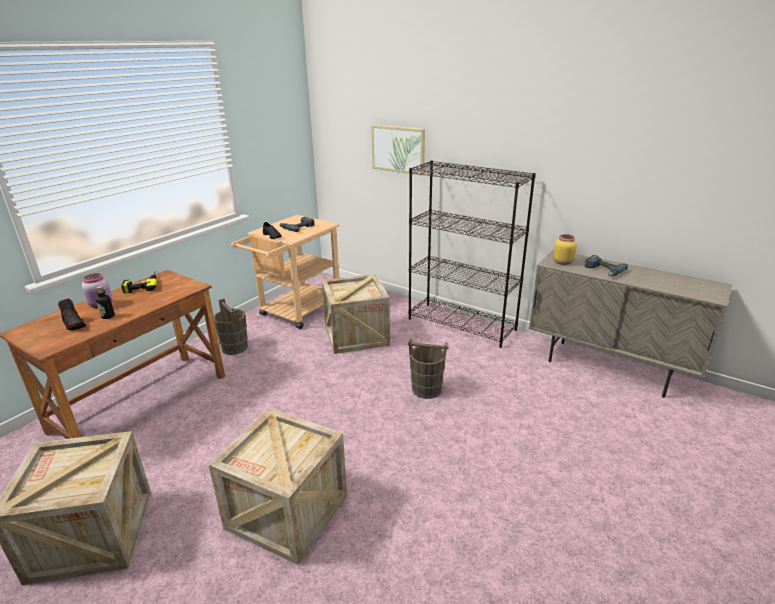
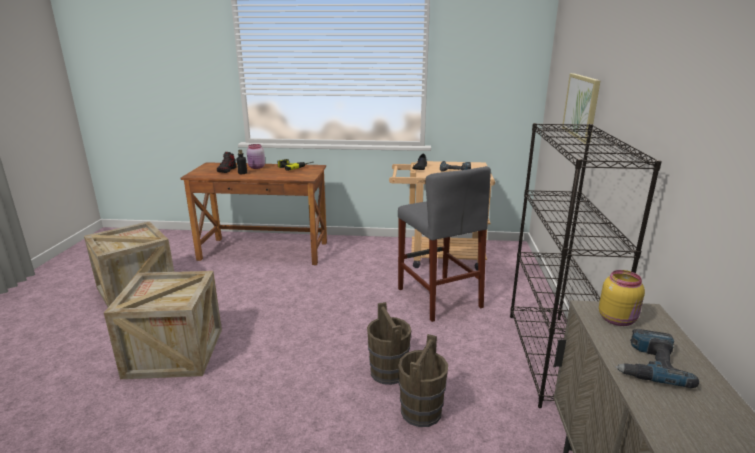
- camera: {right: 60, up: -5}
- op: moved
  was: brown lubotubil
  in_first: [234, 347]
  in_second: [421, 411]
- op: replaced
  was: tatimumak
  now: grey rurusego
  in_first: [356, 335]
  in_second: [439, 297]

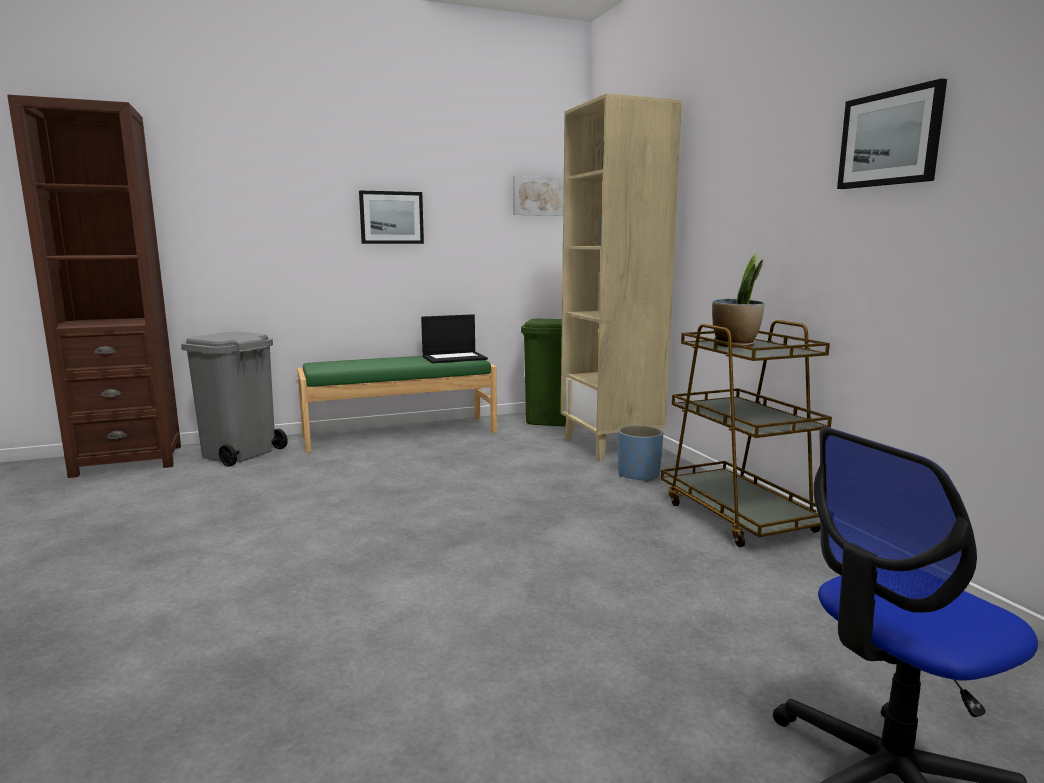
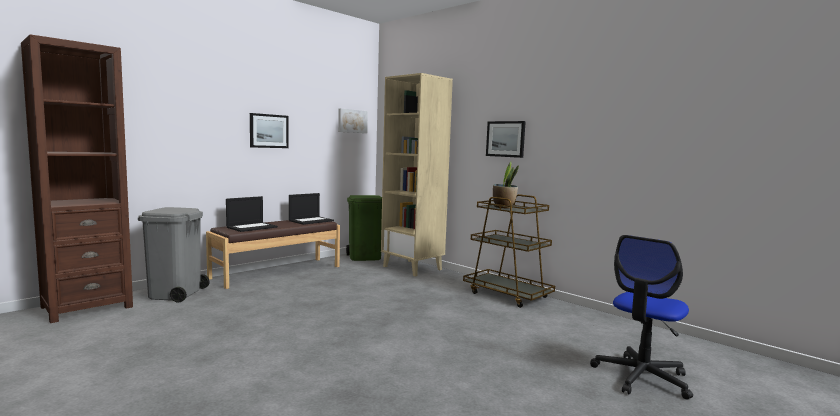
- camera: {right: -25, up: -5}
- op: removed
  was: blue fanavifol
  in_first: [638, 475]
- op: added
  now: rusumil
  in_second: [252, 227]
- op: moved
  was: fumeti
  in_first: [890, 139]
  in_second: [505, 139]
- op: recoloured
  was: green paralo
  now: brown paralo
  in_first: [400, 433]
  in_second: [277, 272]

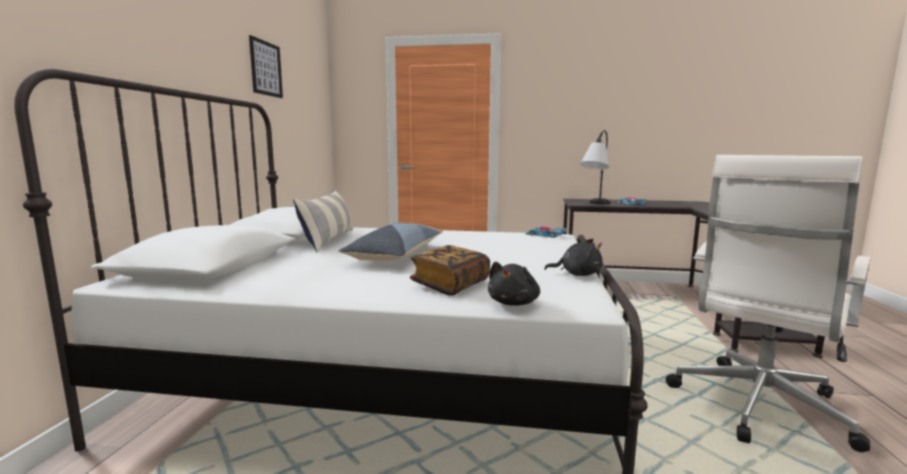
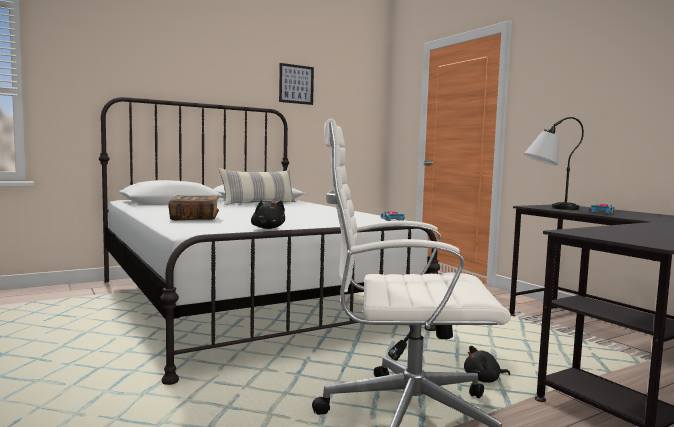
- camera: {right: 50, up: -5}
- op: removed
  was: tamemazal
  in_first: [396, 254]
- op: moved
  was: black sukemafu
  in_first: [514, 303]
  in_second: [484, 379]

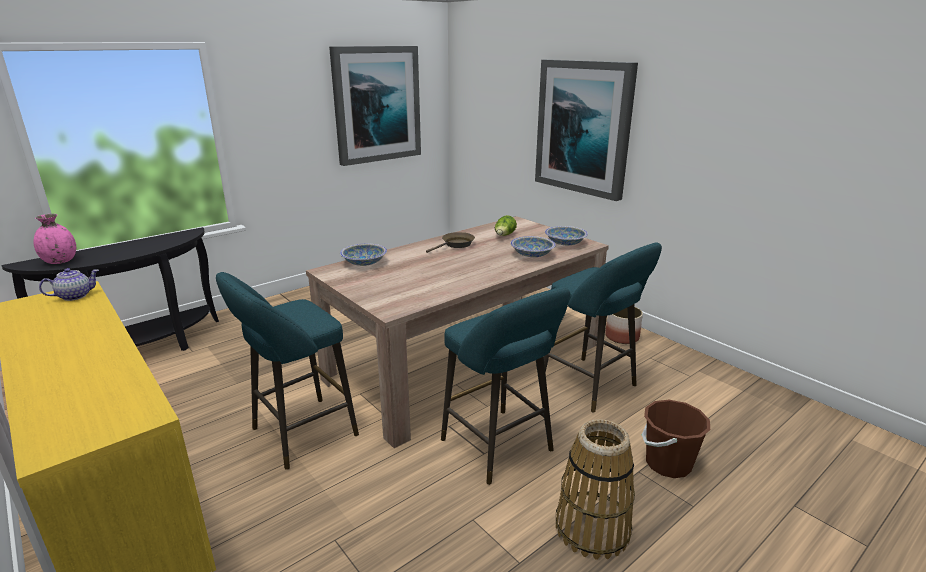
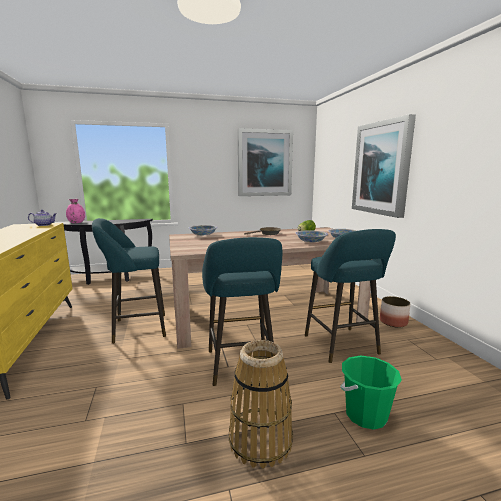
- camera: {right: 25, up: -10}
- op: recoloured
  was: brown lubotubil
  now: green lubotubil
  in_first: [668, 463]
  in_second: [365, 415]

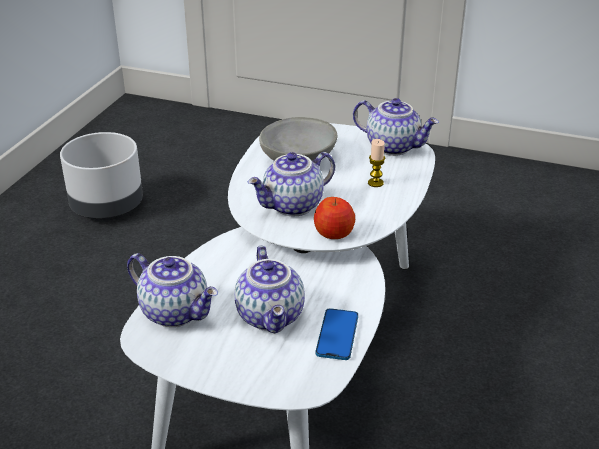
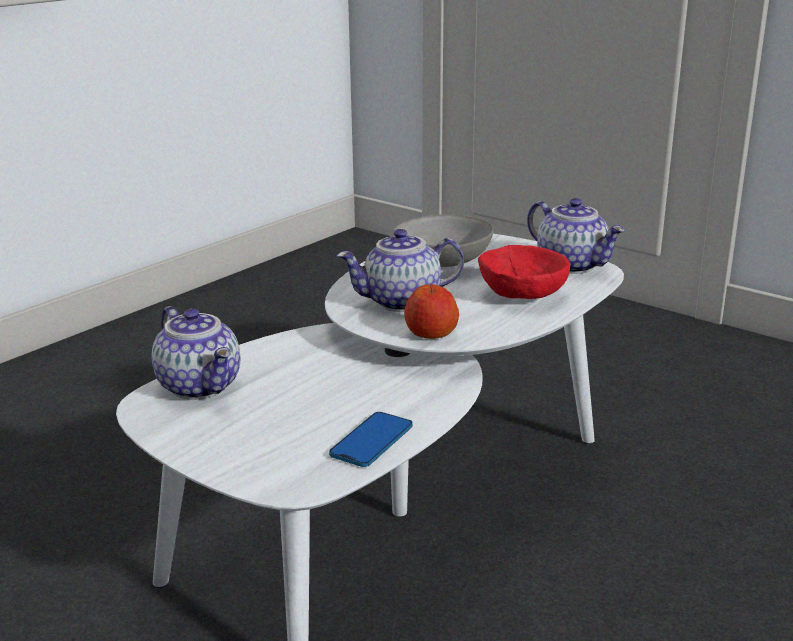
- camera: {right: 20, up: -10}
- op: removed
  was: grey fanavifol
  in_first: [108, 207]
- op: removed
  was: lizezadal
  in_first: [272, 316]
- op: replaced
  was: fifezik
  now: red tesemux
  in_first: [375, 183]
  in_second: [522, 295]

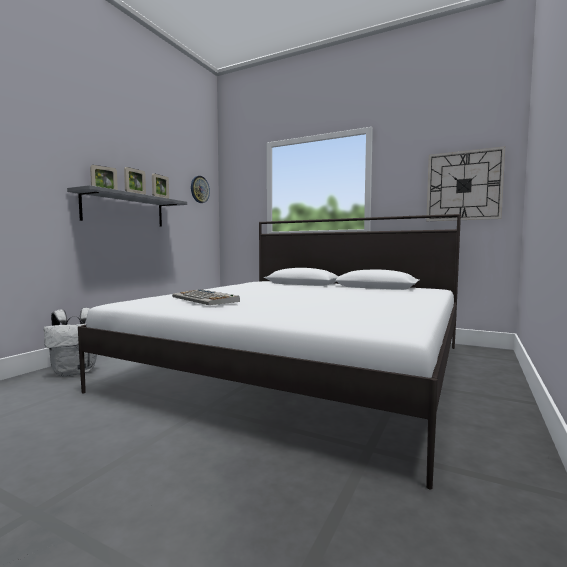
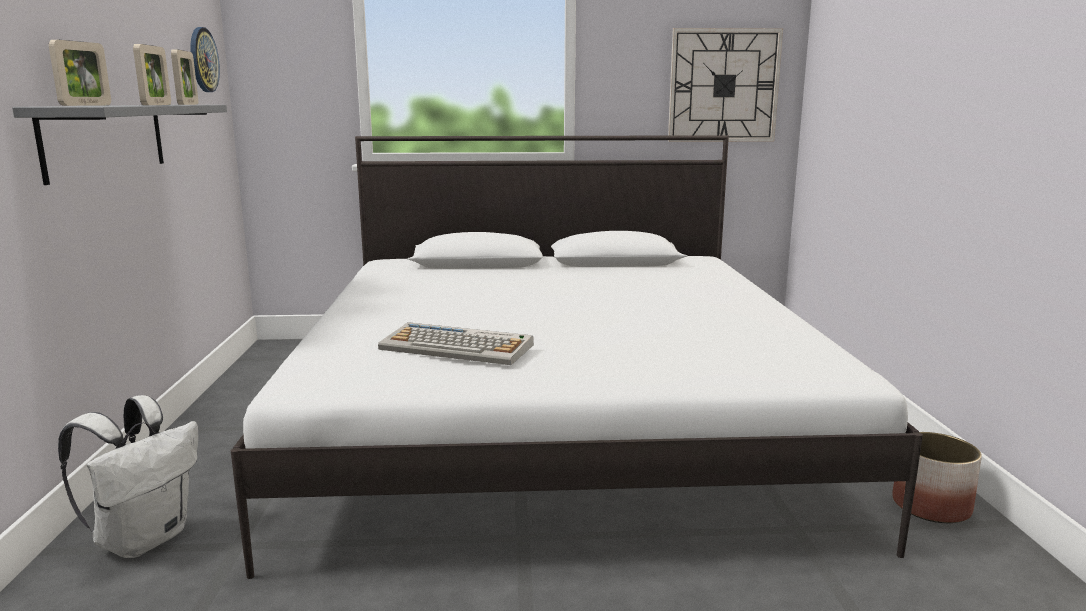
- camera: {right: -30, up: 10}
- op: added
  now: fanavifol
  in_second: [931, 506]

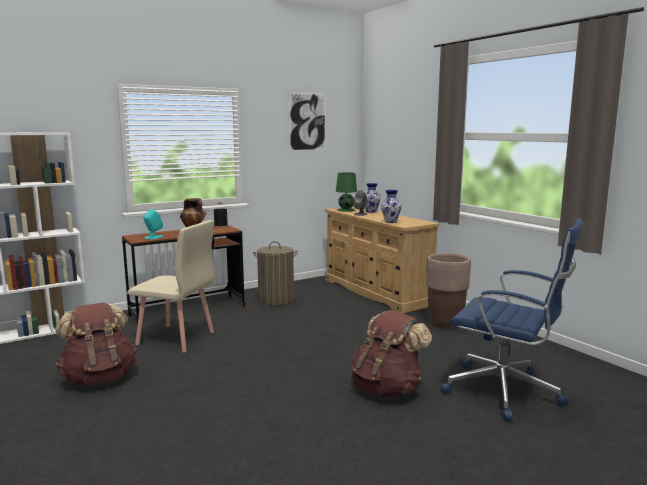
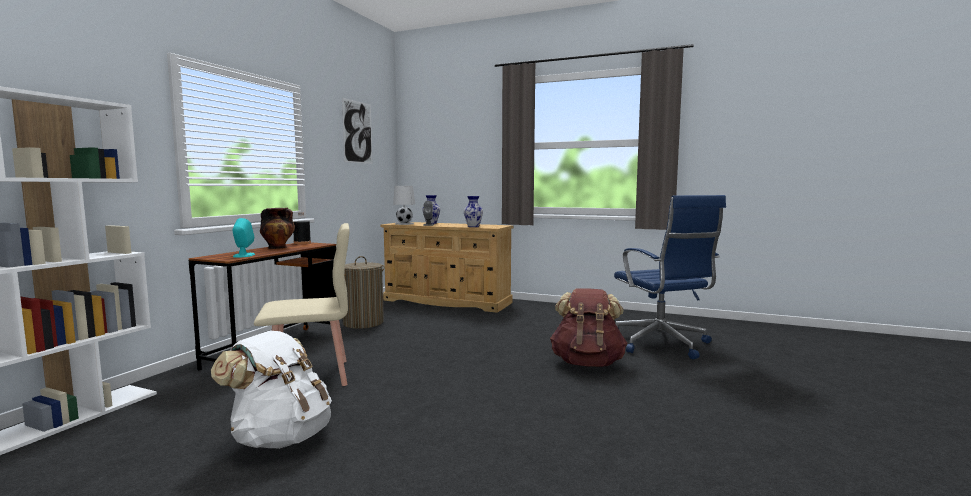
- camera: {right: -35, up: -5}
- op: removed
  was: brown fanavifol
  in_first: [445, 323]
- op: recoloured
  was: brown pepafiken
  now: white pepafiken
  in_first: [99, 378]
  in_second: [281, 437]
- op: recoloured
  was: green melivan
  now: white melivan
  in_first: [346, 210]
  in_second: [404, 223]
- op: turned
  was: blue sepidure
  in_first: [505, 392]
  in_second: [661, 344]
  clockwise: 75

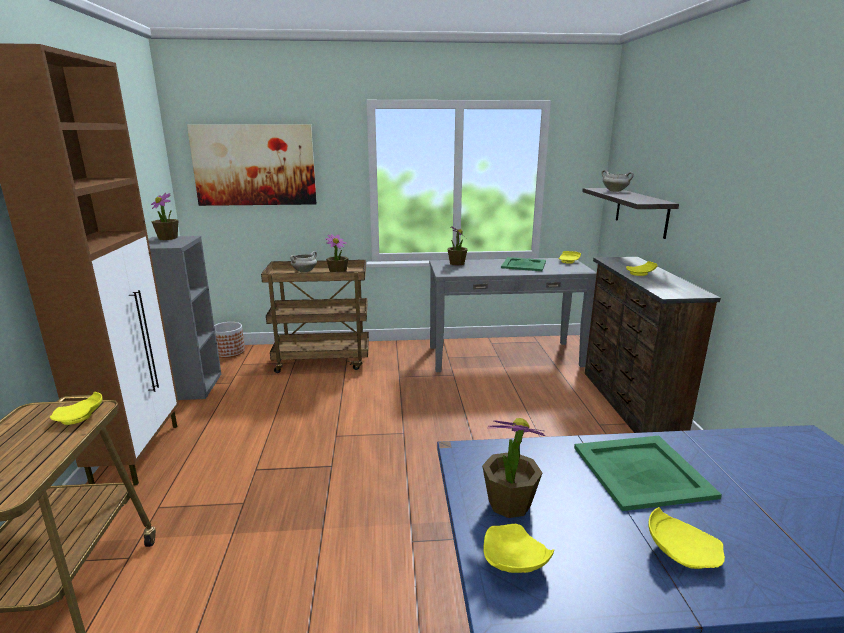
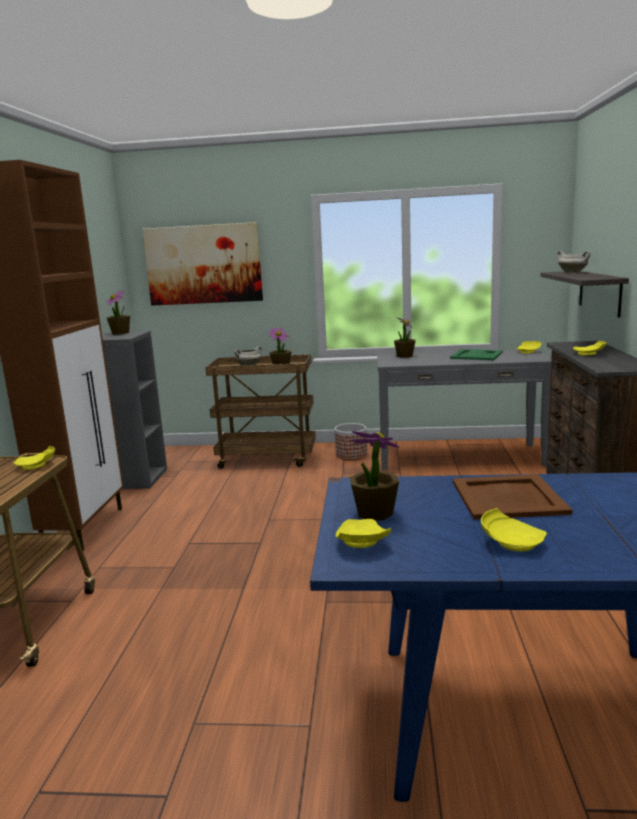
- camera: {right: 10, up: -5}
- op: moved
  was: fanavifol
  in_first: [229, 352]
  in_second: [351, 455]
- op: recoloured
  was: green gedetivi
  now: brown gedetivi
  in_first: [643, 472]
  in_second: [509, 497]

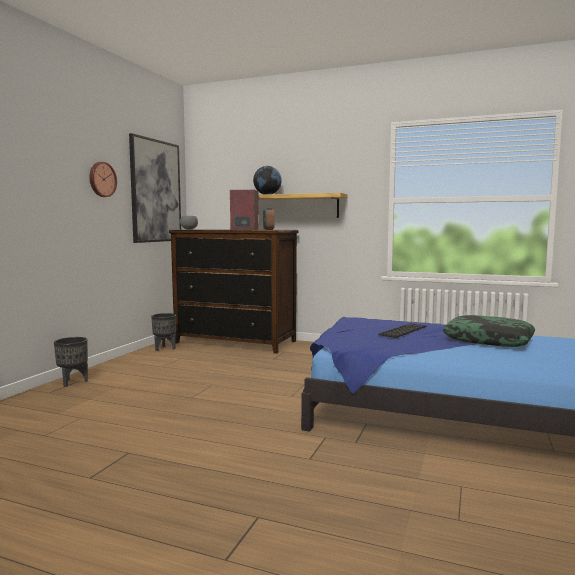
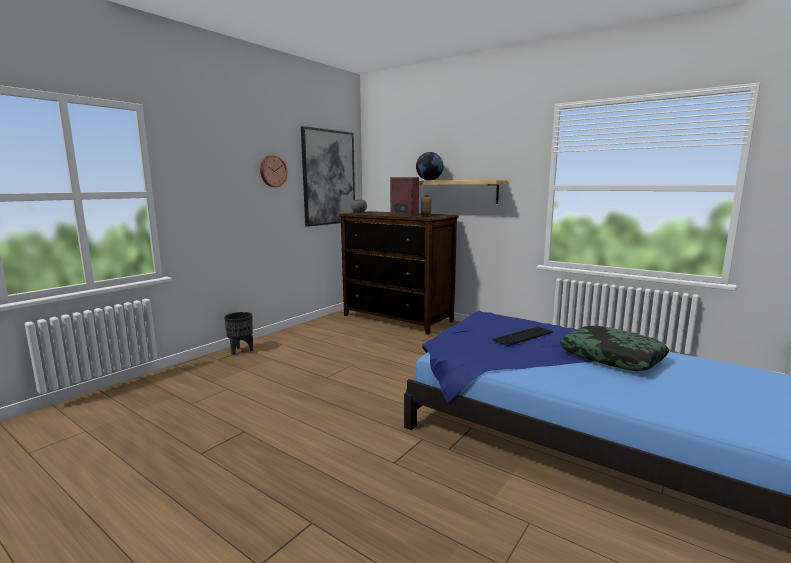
- camera: {right: 15, up: 5}
- op: removed
  was: black fanavifol
  in_first: [165, 348]

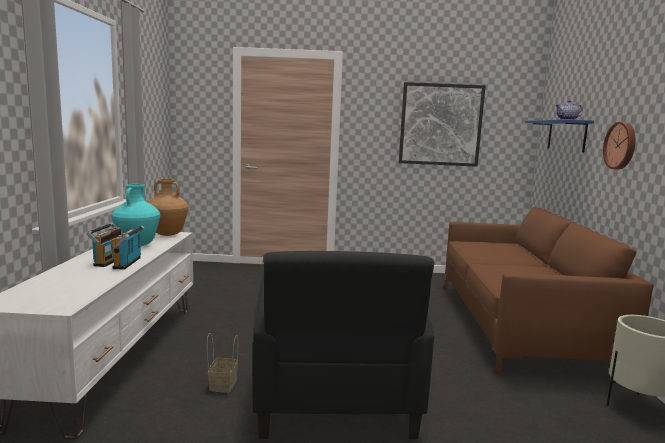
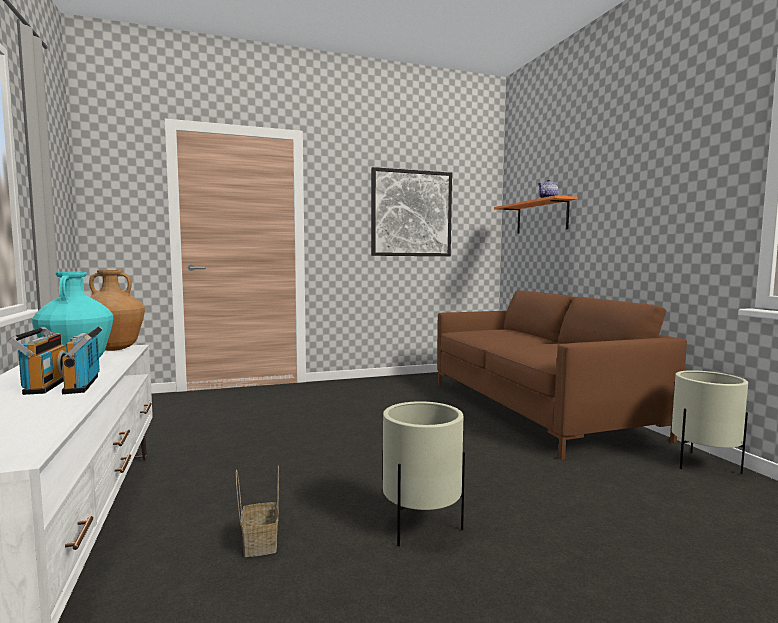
- camera: {right: -20, up: -5}
- op: removed
  was: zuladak
  in_first: [621, 145]
- op: replaced
  was: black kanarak
  now: beige fanavifol
  in_first: [334, 399]
  in_second: [421, 527]
- op: recoloured
  was: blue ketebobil
  now: orange ketebobil
  in_first: [566, 135]
  in_second: [541, 217]

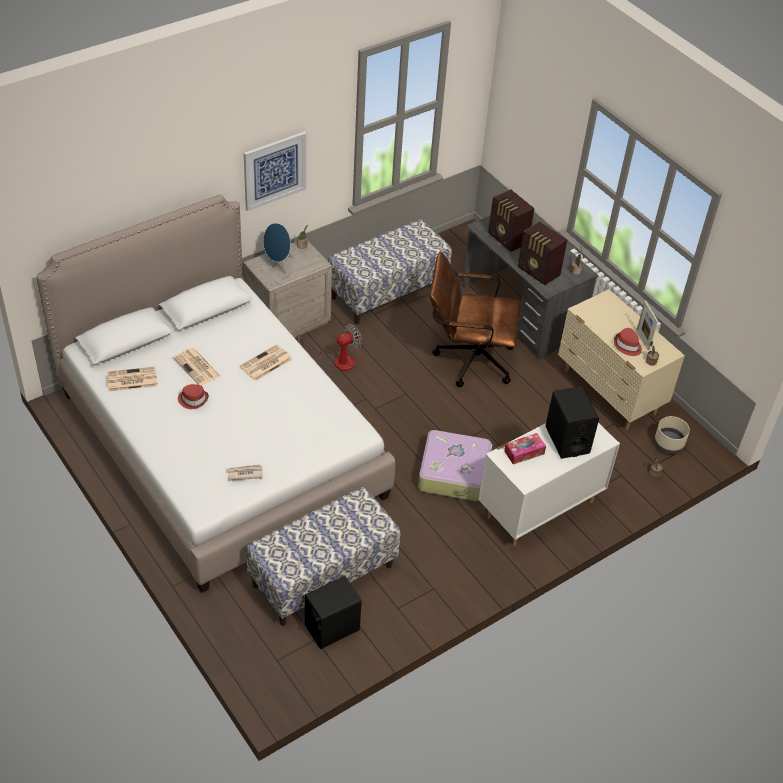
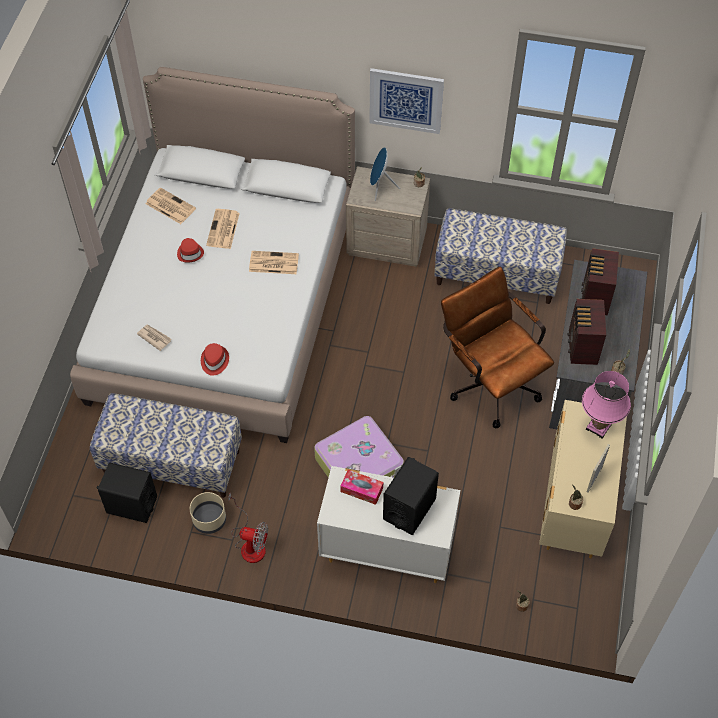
- camera: {right: 50, up: 10}
- op: added
  now: pink melivan
  in_second: [598, 427]
- op: moved
  was: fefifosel
  in_first: [337, 361]
  in_second: [250, 543]
- op: moved
  was: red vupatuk
  in_first: [627, 345]
  in_second: [214, 361]
- op: moved
  was: beige fanavifol
  in_first: [668, 444]
  in_second: [209, 520]

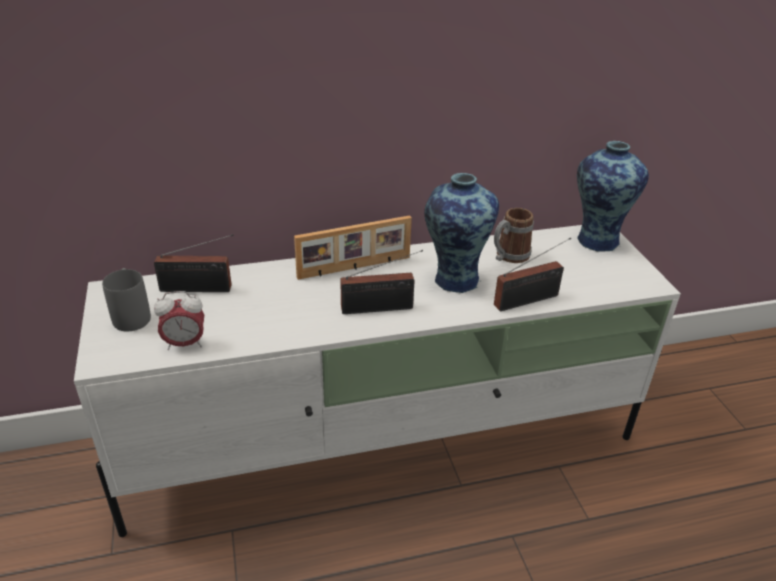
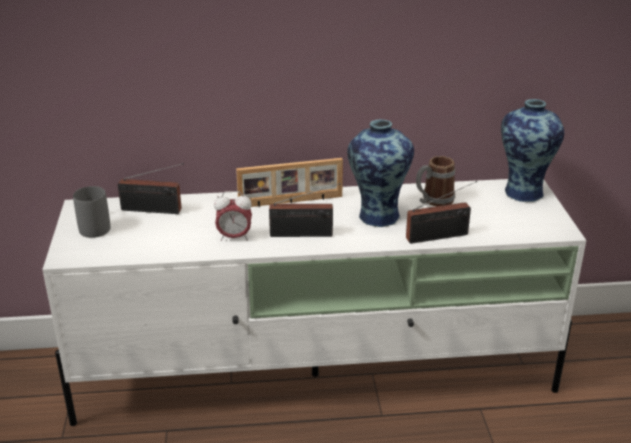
- camera: {right: 10, up: -5}
- op: moved
  was: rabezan
  in_first: [185, 344]
  in_second: [234, 237]

